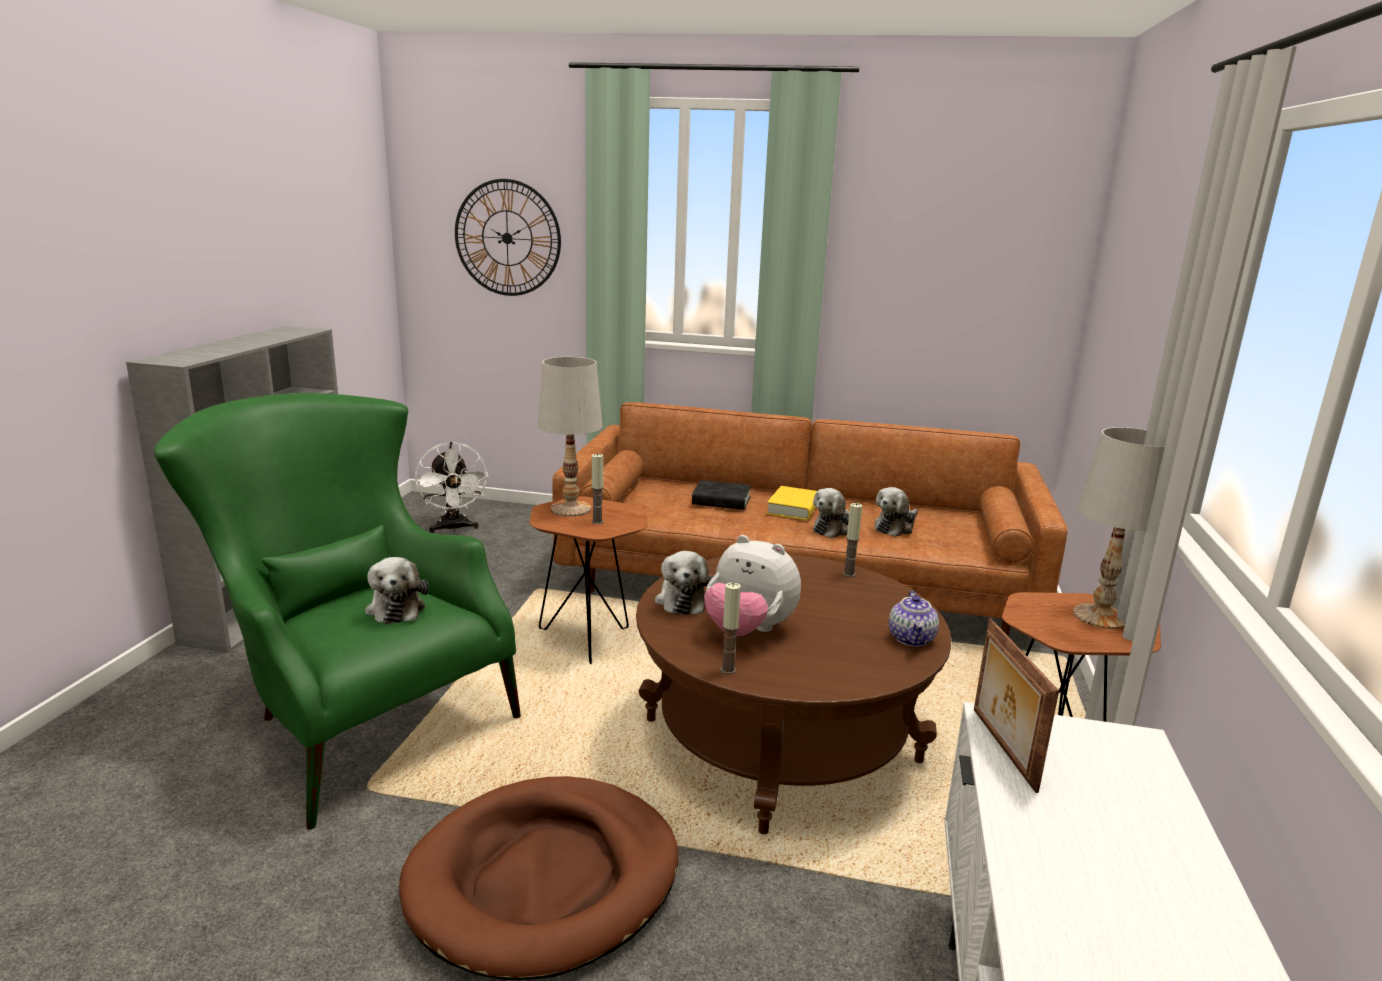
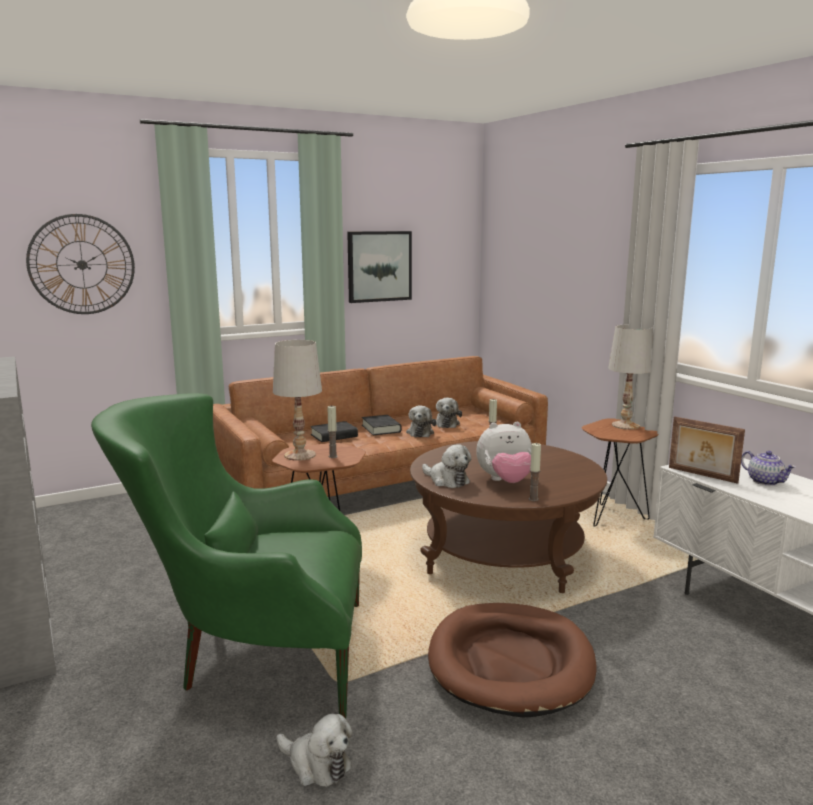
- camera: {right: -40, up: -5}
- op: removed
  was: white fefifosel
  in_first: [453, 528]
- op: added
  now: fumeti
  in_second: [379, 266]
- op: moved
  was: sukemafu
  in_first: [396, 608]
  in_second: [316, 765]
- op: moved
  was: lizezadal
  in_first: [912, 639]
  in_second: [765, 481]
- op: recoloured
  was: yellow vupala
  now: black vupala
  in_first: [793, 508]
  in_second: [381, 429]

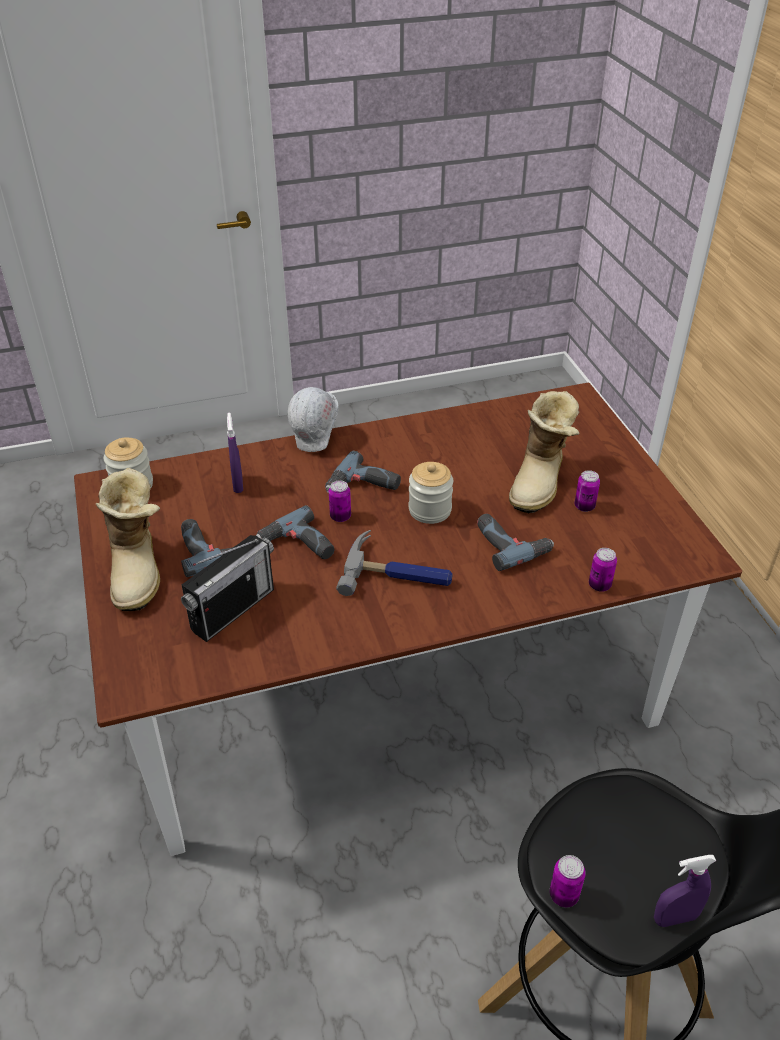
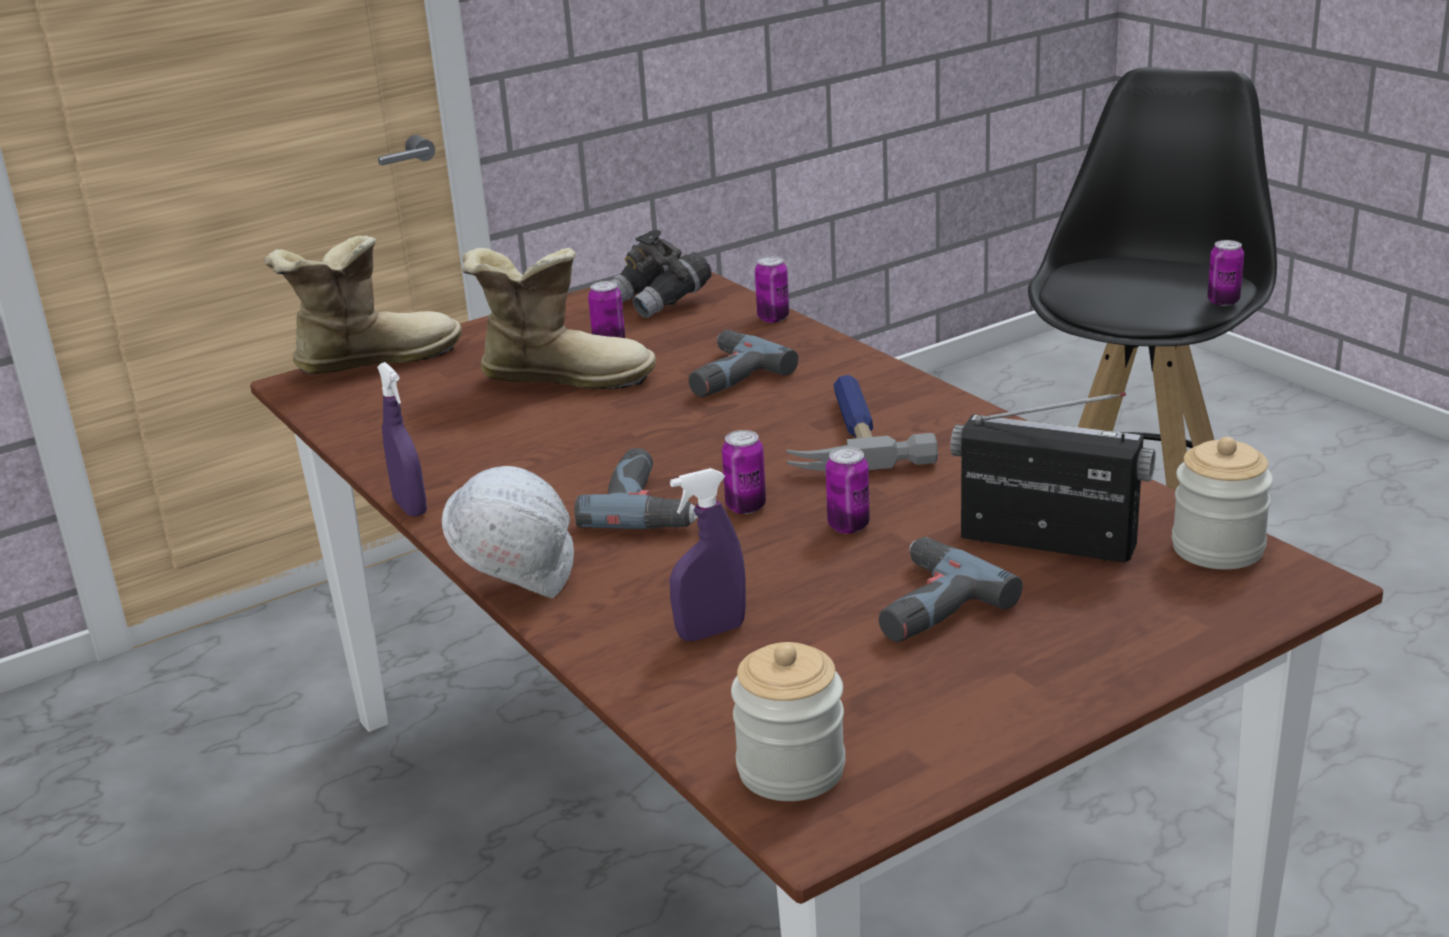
- camera: {right: -105, up: -15}
- op: added
  now: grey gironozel
  in_second: [660, 301]
- op: moved
  was: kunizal
  in_first: [139, 570]
  in_second: [372, 360]
- op: moved
  was: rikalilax
  in_first: [430, 510]
  in_second: [1217, 548]
- op: moved
  was: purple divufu
  in_first: [675, 918]
  in_second: [410, 507]
- op: replaced
  was: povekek
  now: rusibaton
  in_first: [298, 546]
  in_second: [848, 526]

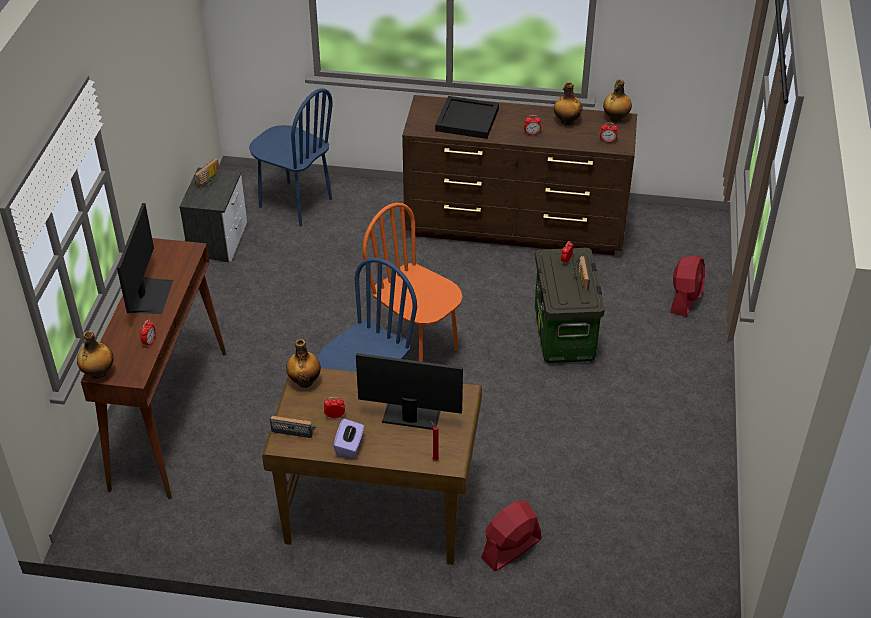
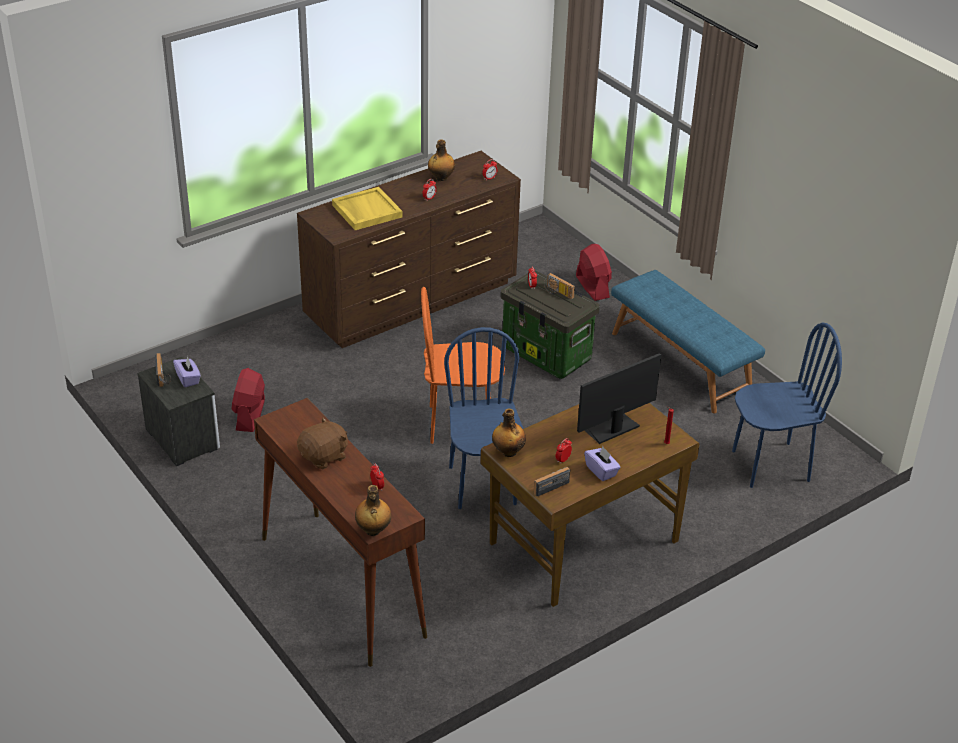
- camera: {right: -45, up: -5}
- op: removed
  was: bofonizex
  in_first: [615, 118]
- op: added
  now: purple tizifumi
  in_second: [188, 379]
- op: added
  now: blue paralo
  in_second: [681, 363]
- op: moved
  was: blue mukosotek
  in_first: [295, 203]
  in_second: [770, 465]
- op: moved
  was: red fefifosel
  in_first: [511, 549]
  in_second: [250, 415]
- op: replaced
  was: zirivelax
  now: brown sukemafu
  in_first: [150, 295]
  in_second: [324, 457]
- op: recoloured
  was: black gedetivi
  now: yellow gedetivi
  in_first: [466, 119]
  in_second: [366, 211]

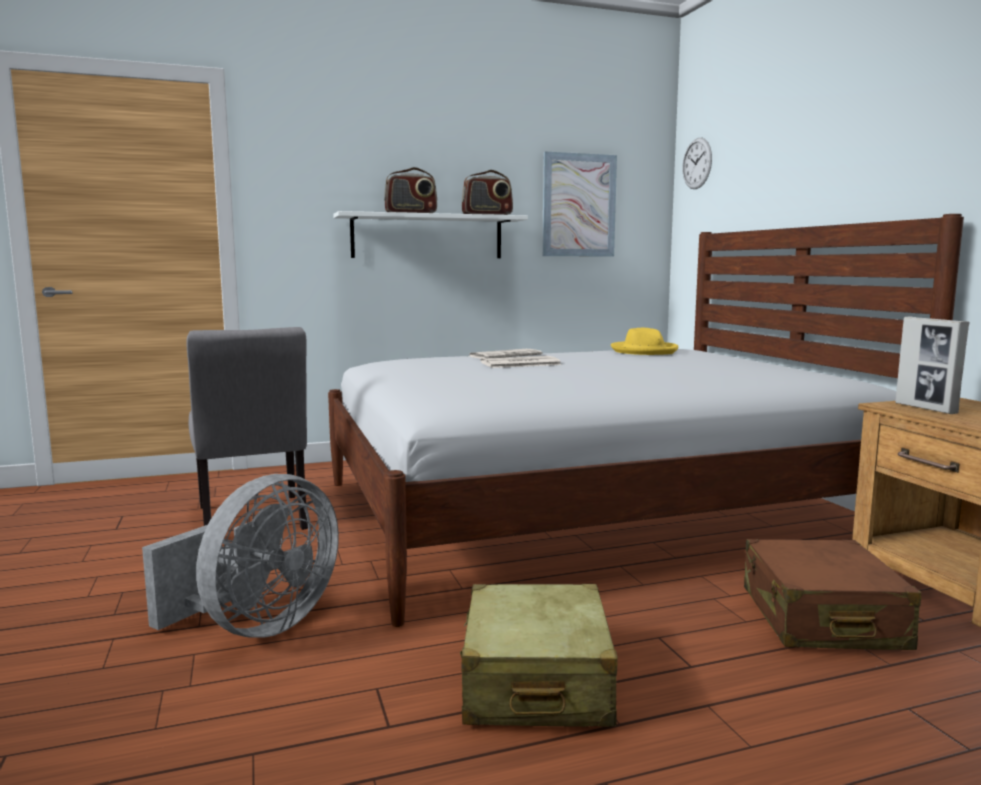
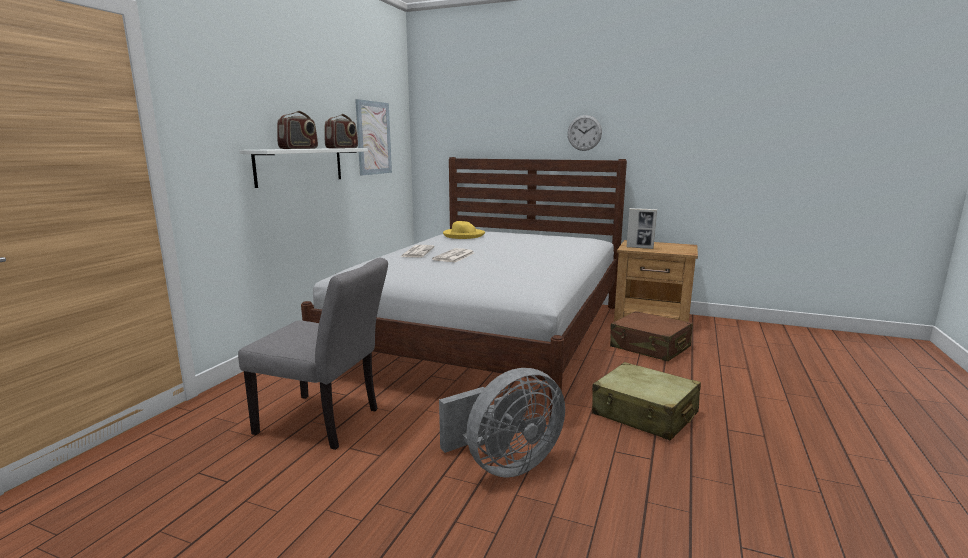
- camera: {right: -50, up: 5}
- op: moved
  was: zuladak
  in_first: [697, 163]
  in_second: [584, 133]
- op: turned
  was: grey fefifosel
  in_first: [257, 626]
  in_second: [505, 464]
  clockwise: 75

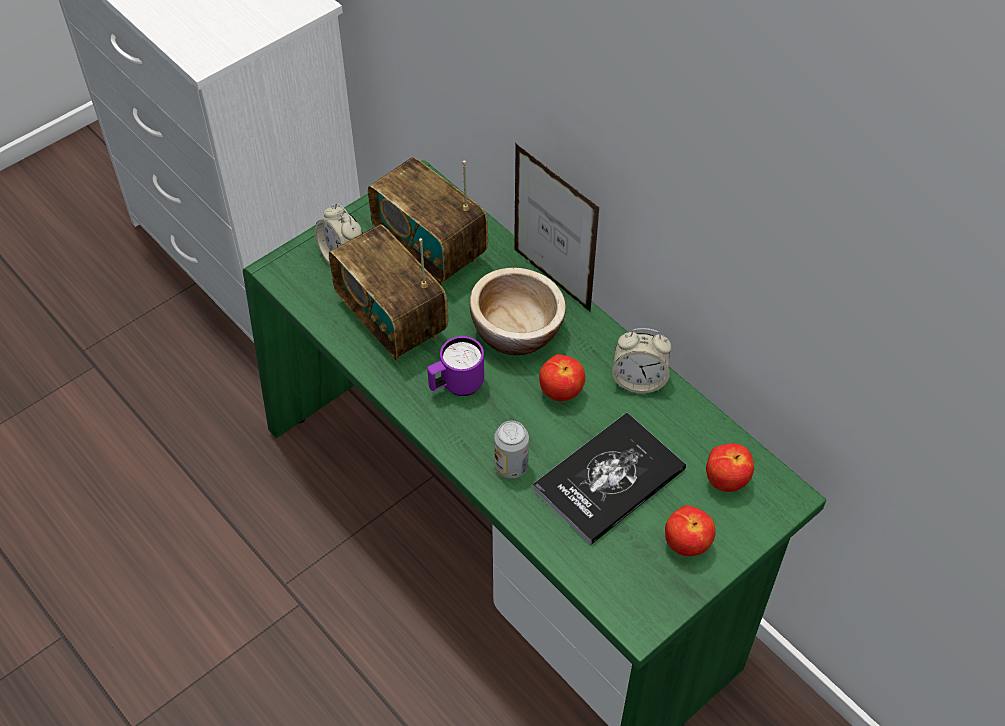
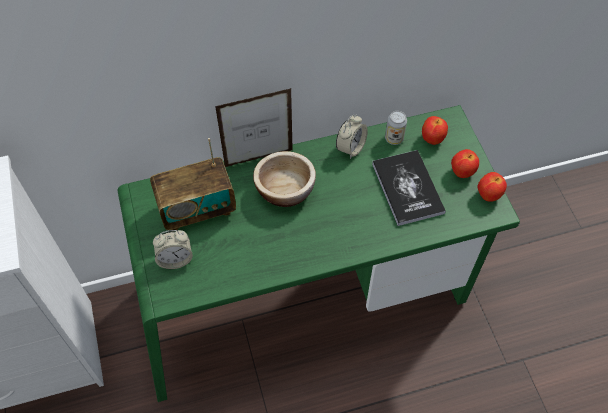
- camera: {right: -65, up: 5}
- op: removed
  was: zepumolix
  in_first: [392, 319]
- op: removed
  was: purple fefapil
  in_first: [456, 386]
- op: moved
  was: rusibaton
  in_first: [511, 466]
  in_second: [394, 138]
- op: moved
  was: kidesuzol
  in_first: [561, 392]
  in_second: [488, 195]

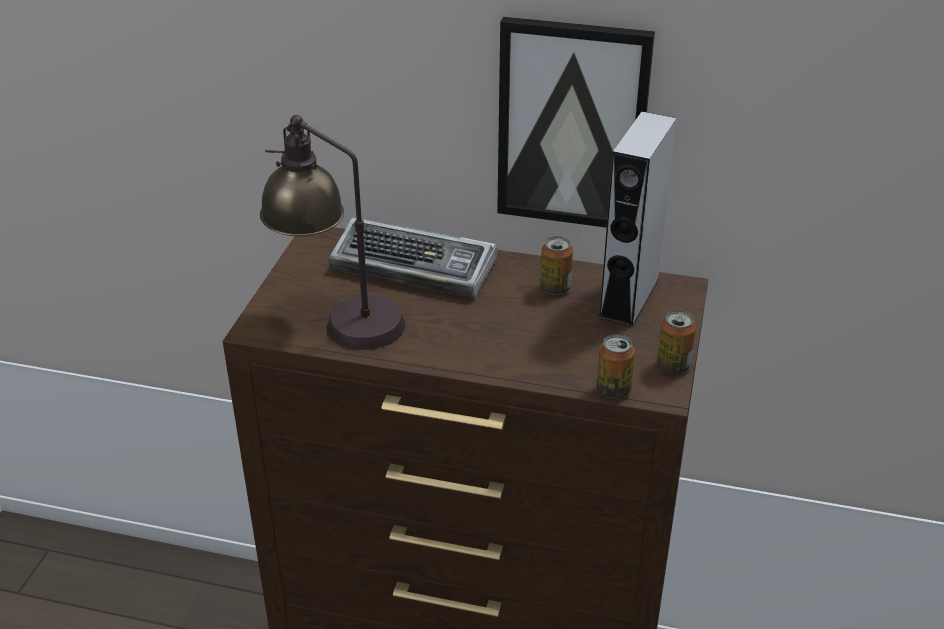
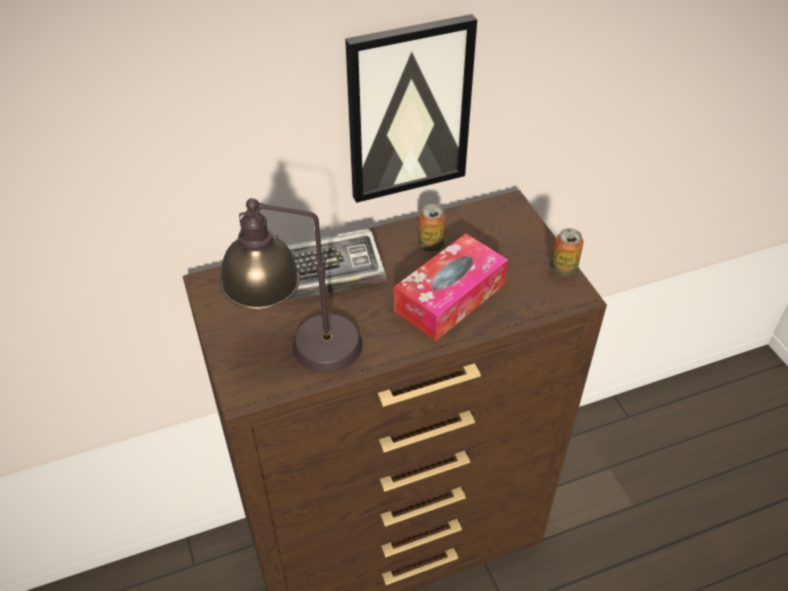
- camera: {right: -35, up: 10}
- op: removed
  was: rusibaton
  in_first: [613, 390]
- op: removed
  was: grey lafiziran
  in_first: [629, 298]
- op: added
  now: tizifumi
  in_second: [450, 298]

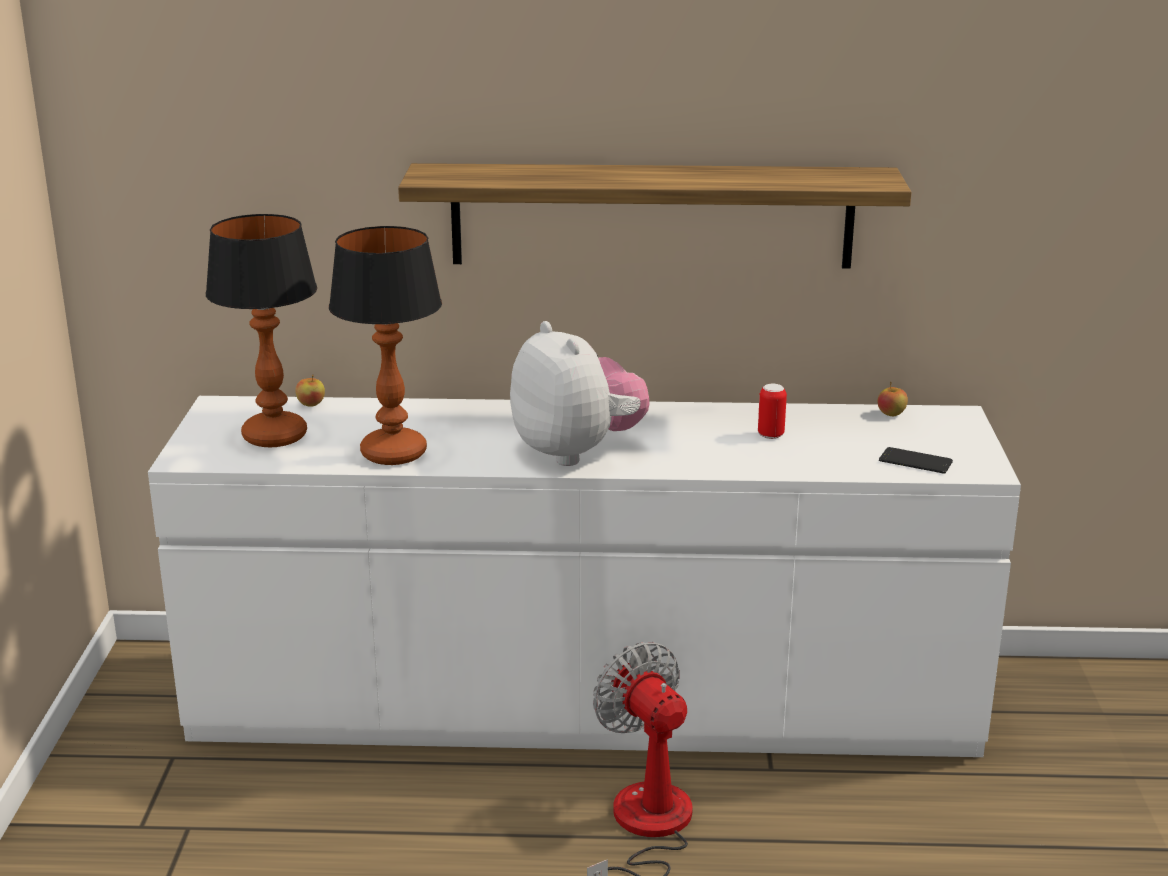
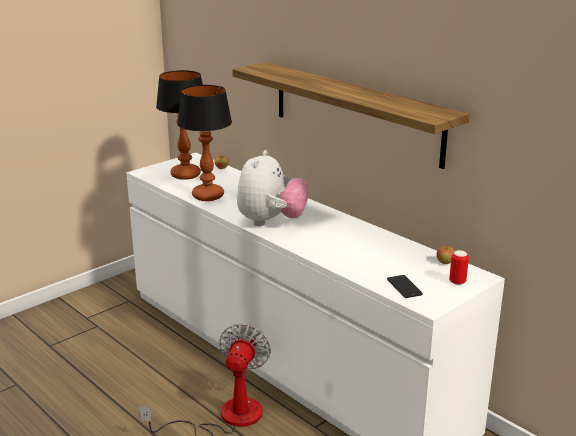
- camera: {right: 45, up: 0}
- op: moved
  was: rusibaton
  in_first: [770, 435]
  in_second: [457, 282]

